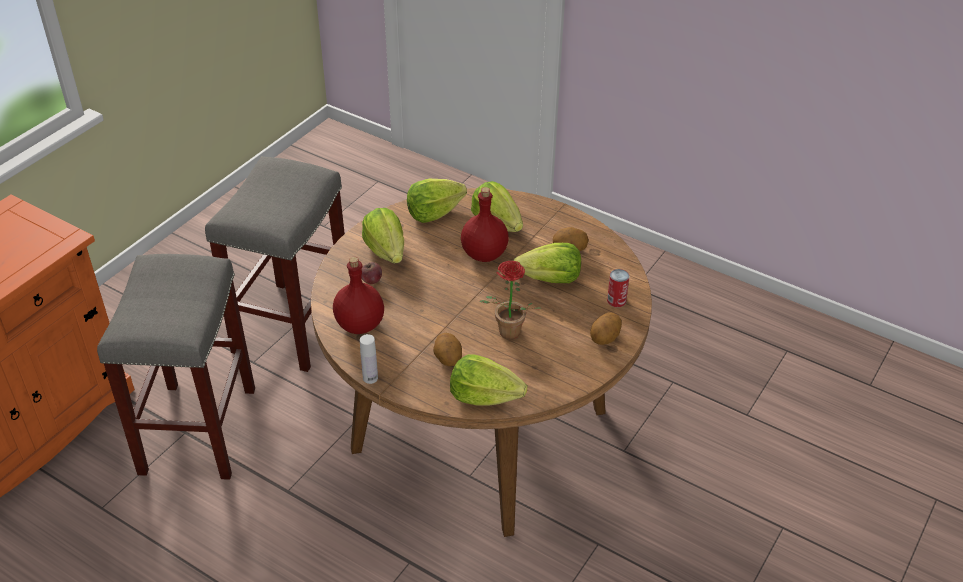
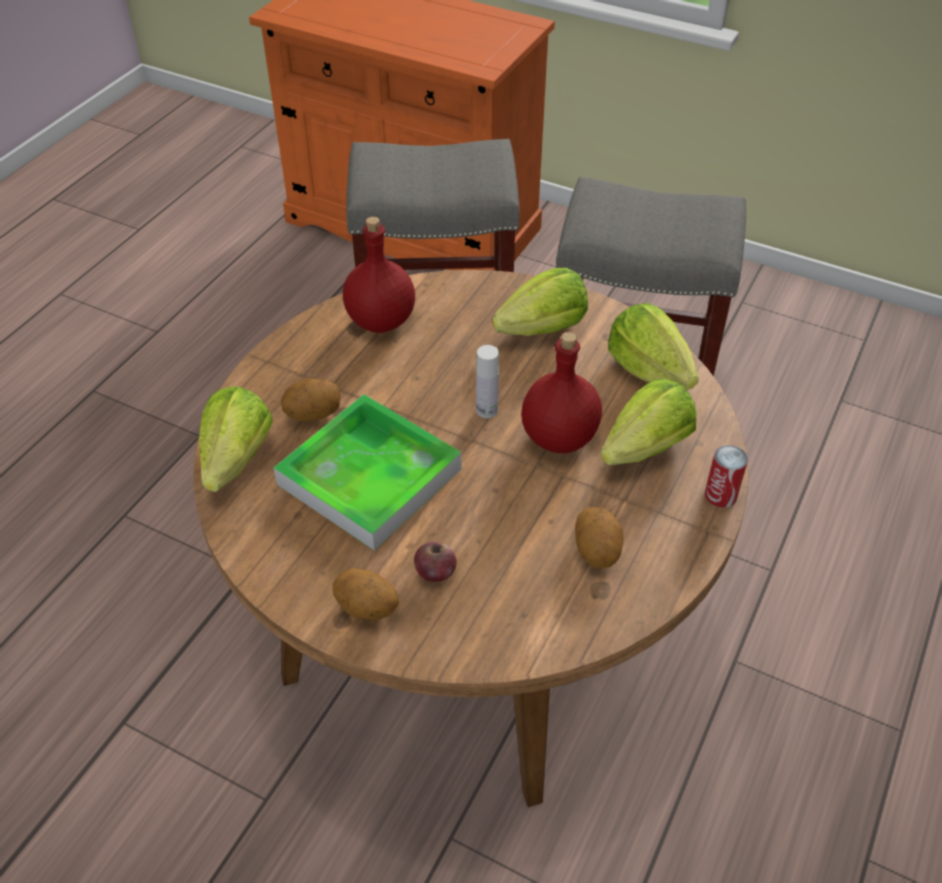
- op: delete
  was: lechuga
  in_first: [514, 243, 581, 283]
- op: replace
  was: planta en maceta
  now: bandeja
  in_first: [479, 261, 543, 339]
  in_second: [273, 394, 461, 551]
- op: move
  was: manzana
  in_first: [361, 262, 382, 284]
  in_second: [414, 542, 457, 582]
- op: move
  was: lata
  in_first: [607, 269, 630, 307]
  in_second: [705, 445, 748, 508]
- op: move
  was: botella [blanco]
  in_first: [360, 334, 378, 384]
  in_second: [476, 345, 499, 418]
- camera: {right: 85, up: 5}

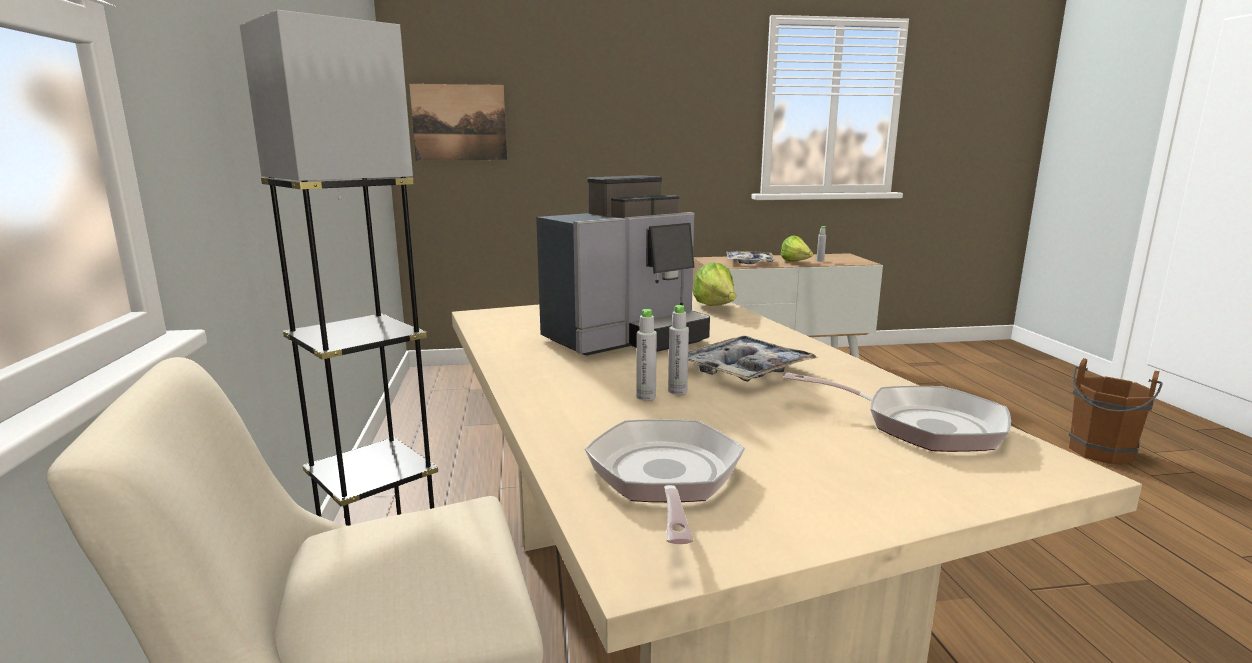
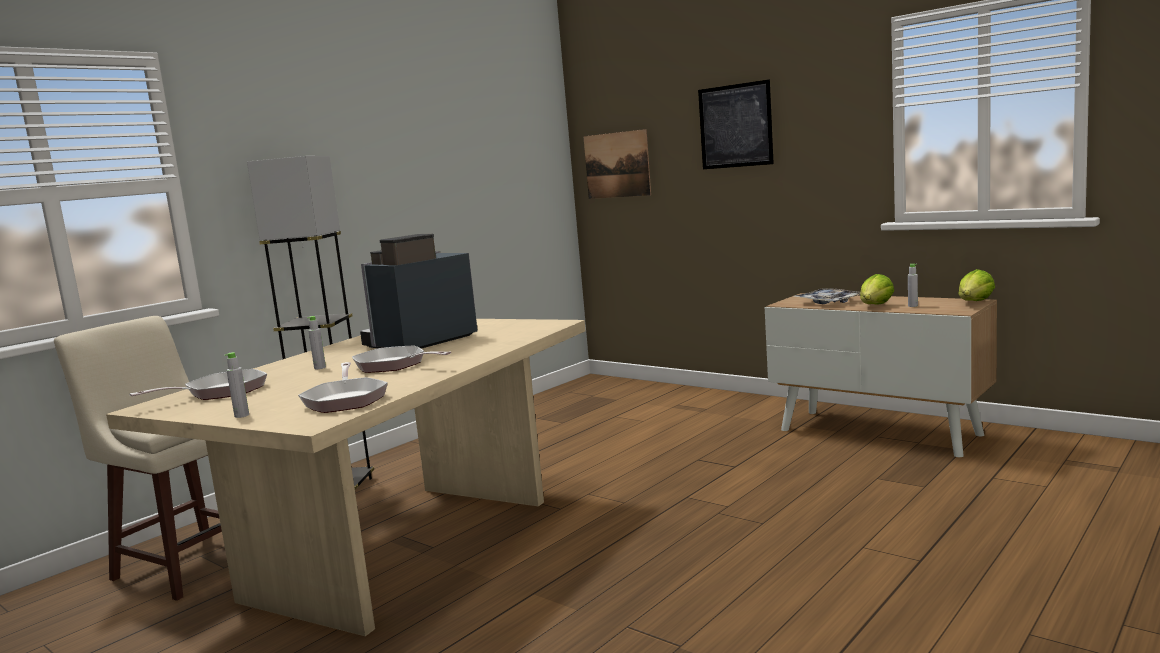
- op: rotate
  was: cafetera
  in_first: [536, 176, 710, 356]
  in_second: [360, 234, 478, 349]
  clockwise: 120
- op: move
  was: lechuga
  in_first: [693, 262, 736, 306]
  in_second: [959, 269, 995, 301]
- op: move
  was: botella [gris]
  in_first: [668, 305, 689, 395]
  in_second: [225, 352, 249, 418]
- op: replace
  was: bandeja
  now: sartén
  in_first: [688, 336, 819, 382]
  in_second: [352, 345, 451, 373]
- op: delete
  was: cubo [marrón]
  in_first: [1068, 358, 1163, 464]
- op: insert
  now: cuadro
  in_second: [698, 80, 774, 169]
- camera: {right: 50, up: -5}

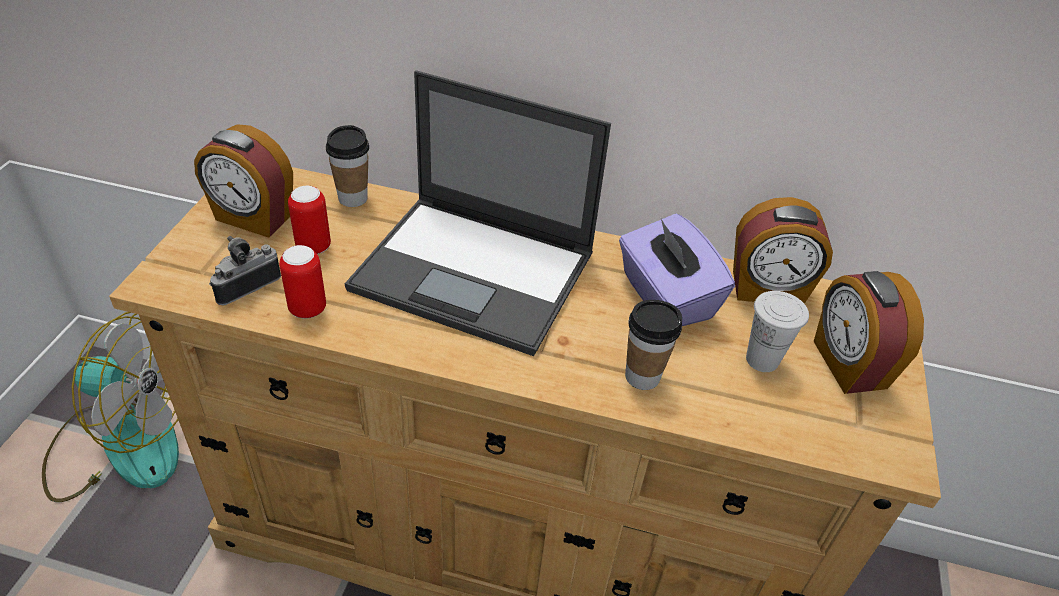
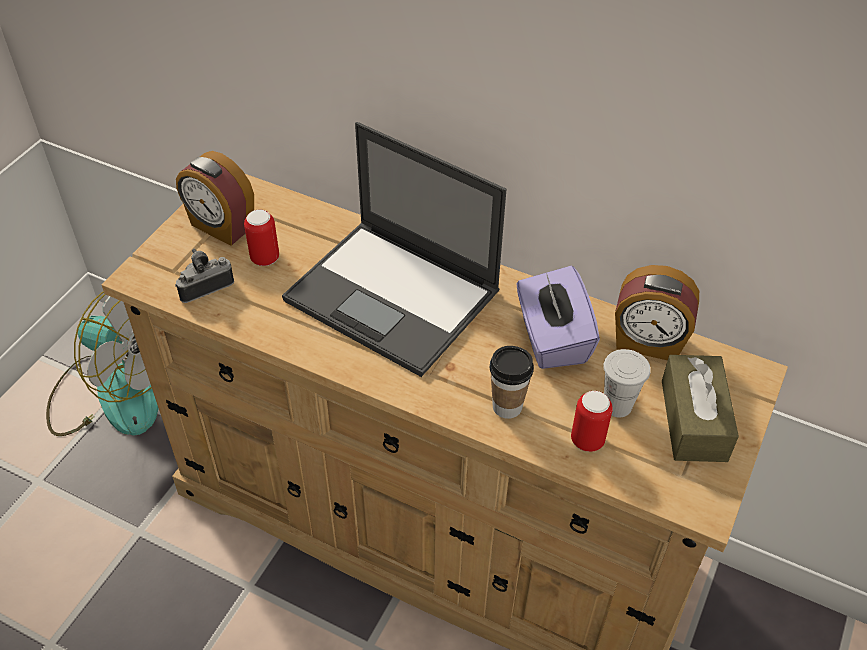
- op: delete
  was: taza
  in_first: [326, 125, 369, 207]
- op: move
  was: lata
  in_first: [279, 245, 326, 319]
  in_second: [571, 391, 613, 452]
- op: replace
  was: despertador
  now: caja de pañuelos [marrón]
  in_first: [814, 271, 924, 394]
  in_second: [662, 355, 739, 462]
- camera: {right: 15, up: 5}

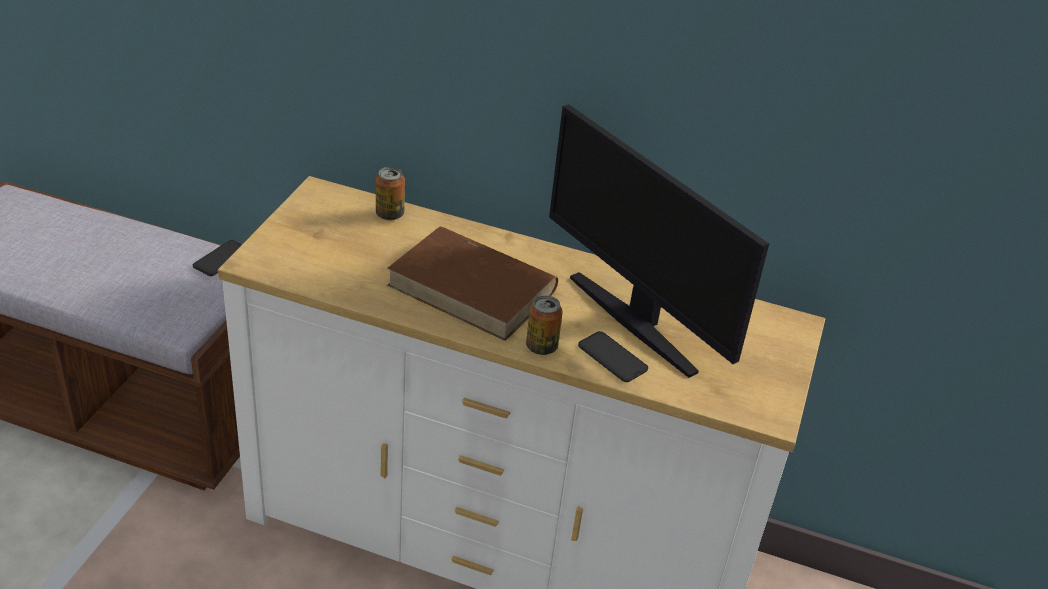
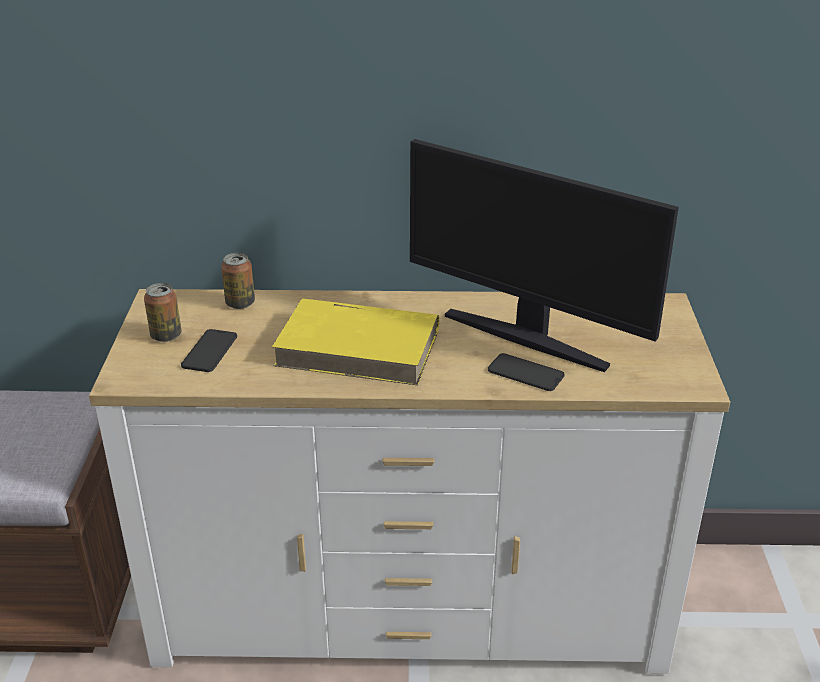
- op: recolor
  was: libro [marrón]
  now: libro [amarillo]
  in_first: [387, 226, 558, 341]
  in_second: [272, 298, 439, 385]
- op: move
  was: móvil
  in_first: [193, 240, 242, 276]
  in_second: [181, 329, 237, 372]
- op: move
  was: lata
  in_first: [526, 296, 563, 355]
  in_second: [144, 283, 181, 342]
- camera: {right: -15, up: -5}

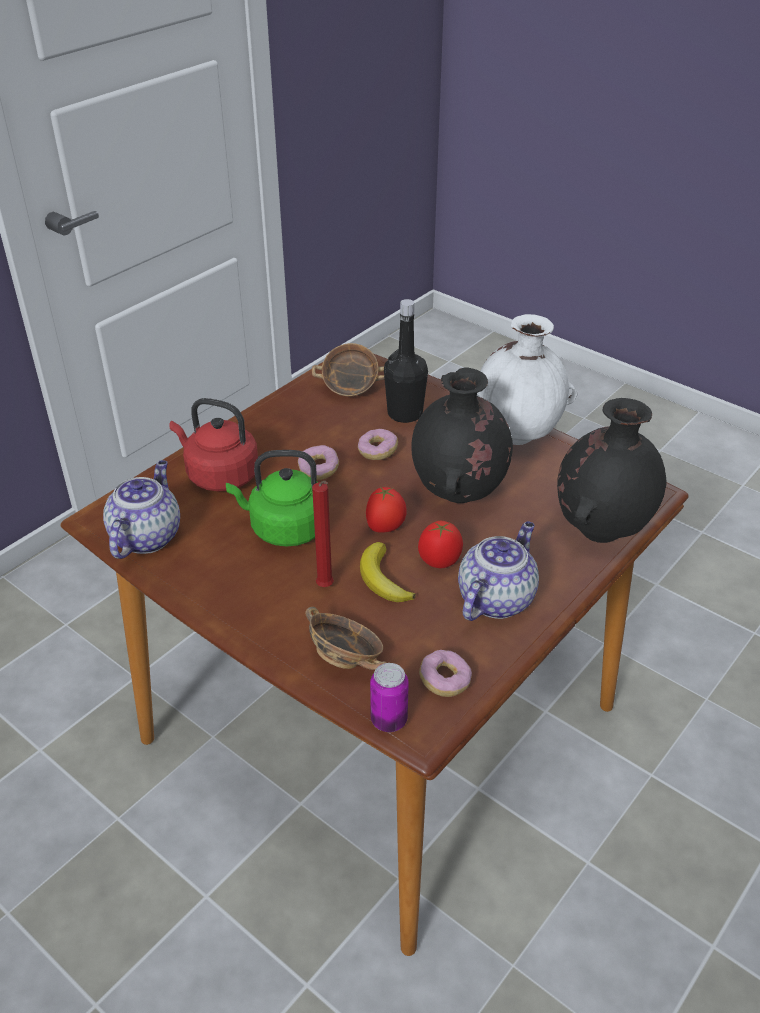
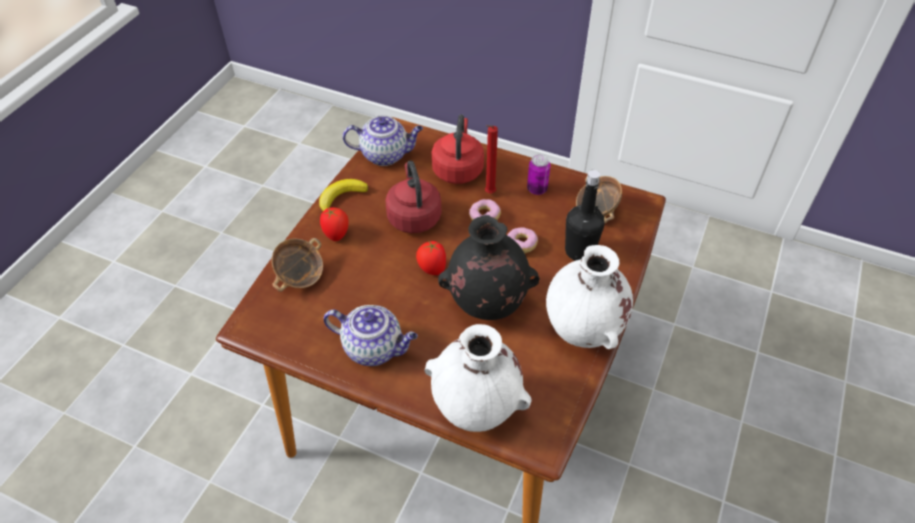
- op: recolor
  was: florero [negro]
  now: florero [blanco]
  in_first: [557, 398, 667, 543]
  in_second: [425, 324, 531, 432]
- op: recolor
  was: hervidor [verde]
  now: hervidor [rojo]
  in_first: [226, 450, 318, 547]
  in_second: [386, 160, 441, 233]
- op: move
  was: vela [rojo]
  in_first: [312, 481, 334, 587]
  in_second: [485, 125, 498, 193]
- op: move
  was: tomate
  in_first: [418, 521, 463, 568]
  in_second: [320, 208, 349, 241]
- op: move
  was: plátano
  in_first: [360, 542, 416, 602]
  in_second: [319, 179, 368, 211]
- op: delete
  was: rosquilla
  in_first: [419, 650, 472, 697]
- op: move
  was: lata
  in_first: [370, 663, 409, 732]
  in_second: [527, 154, 551, 195]
- camera: {right: 75, up: 10}

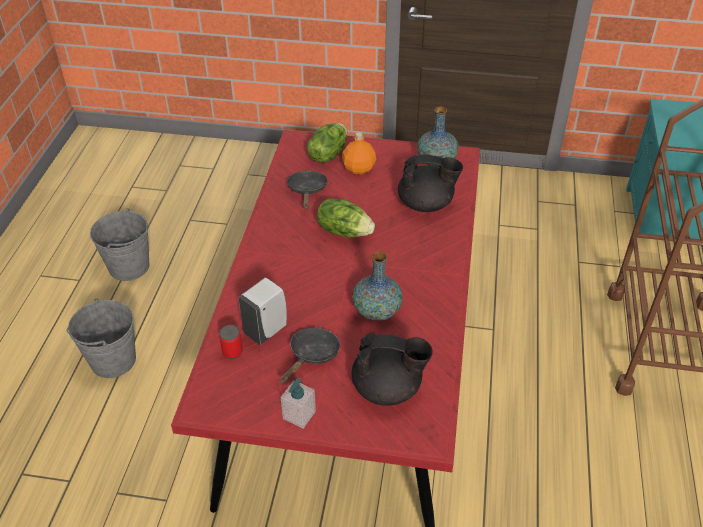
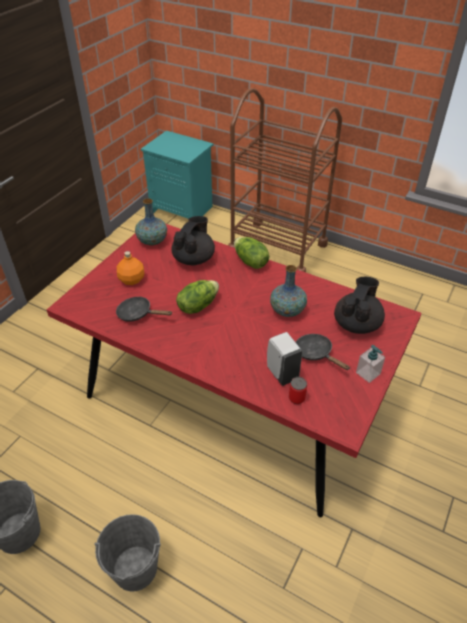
- op: move
  was: lechuga
  in_first: [307, 123, 347, 163]
  in_second: [234, 237, 269, 269]
- camera: {right: -70, up: 0}

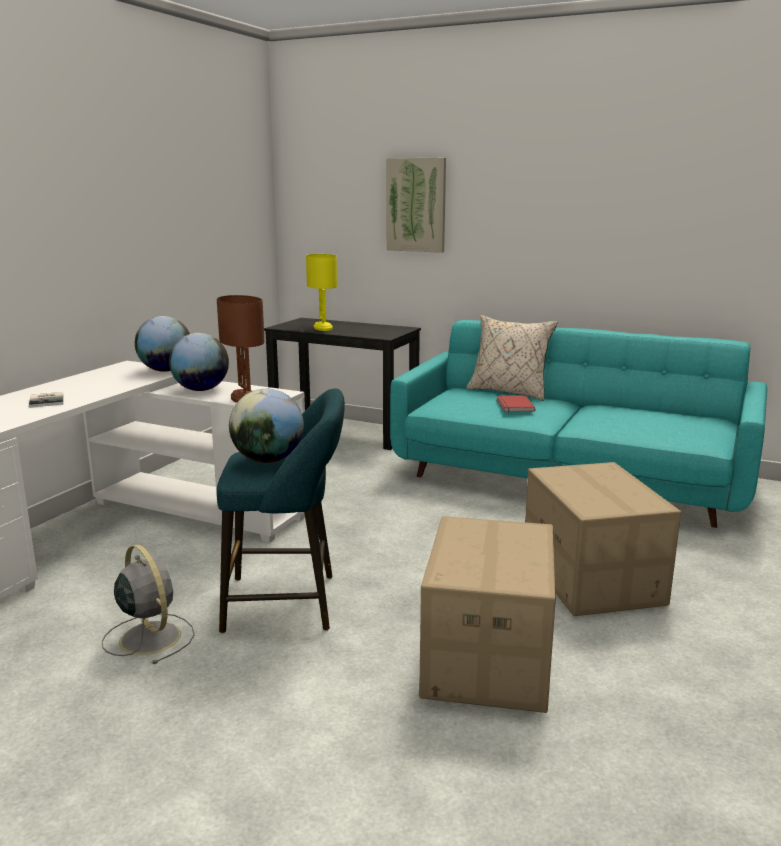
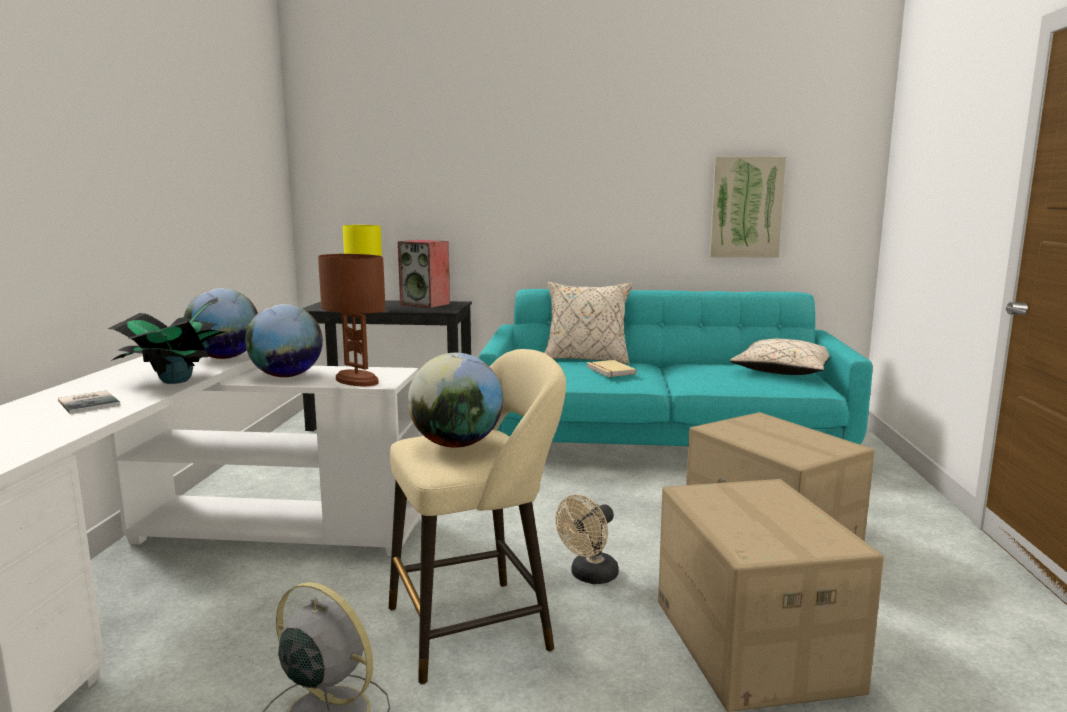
- op: move
  was: cuadro
  in_first: [386, 158, 446, 253]
  in_second: [710, 156, 786, 258]
- op: recolor
  was: taburete [turquesa]
  now: taburete [beis]
  in_first: [217, 388, 345, 634]
  in_second: [389, 349, 566, 685]
- op: recolor
  was: libro [rojo]
  now: libro [beis]
  in_first: [497, 396, 536, 412]
  in_second: [586, 360, 637, 377]
- op: insert
  now: altavoz
  in_second: [398, 240, 450, 308]
- op: insert
  now: planta en maceta
  in_second: [108, 297, 231, 384]
- op: insert
  now: cojín [beis]
  in_second: [730, 339, 829, 375]
- op: insert
  now: ventilador [beis]
  in_second: [556, 495, 619, 584]
- camera: {right: -20, up: -5}

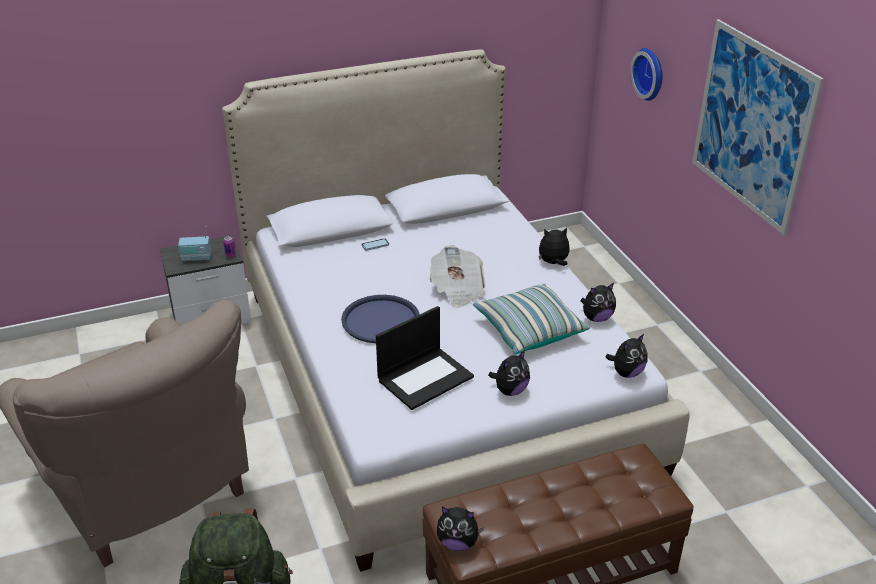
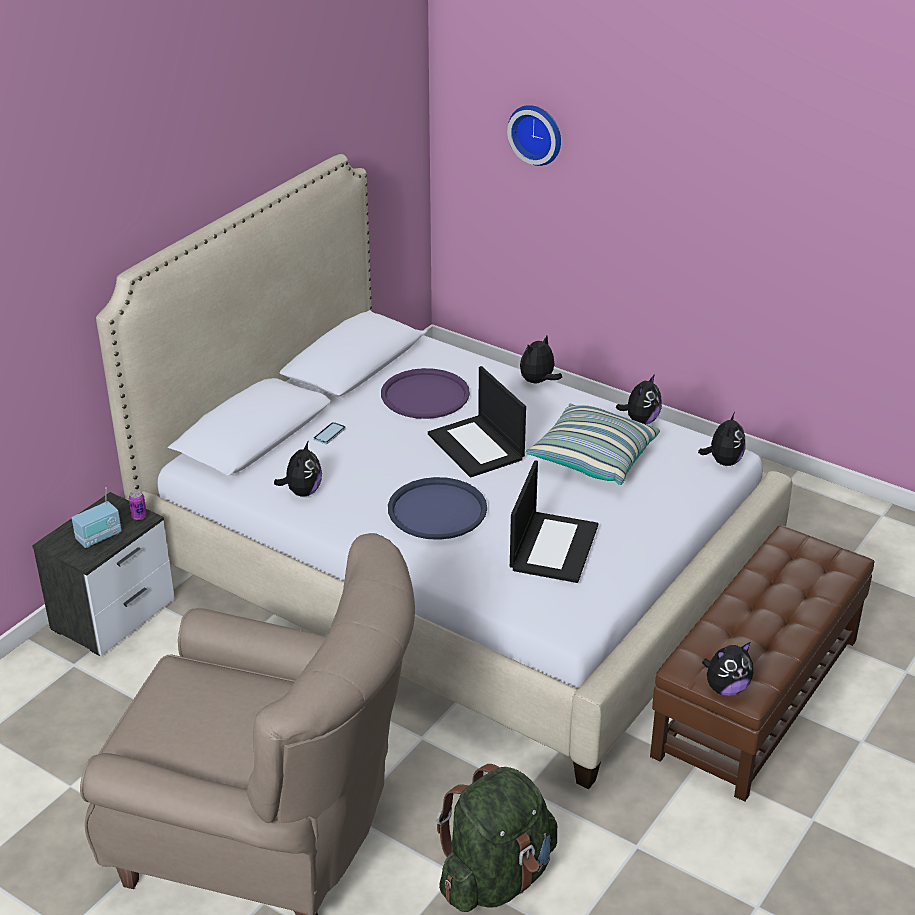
- op: delete
  was: cuadro
  in_first: [692, 19, 824, 235]
- op: replace
  was: periódico
  now: portátil
  in_first: [429, 245, 486, 308]
  in_second: [428, 366, 526, 478]
- op: move
  was: peluche
  in_first: [488, 350, 530, 396]
  in_second: [274, 441, 322, 496]
- op: insert
  now: bandeja [morado]
  in_second: [381, 368, 470, 419]
- camera: {right: -35, up: 0}

